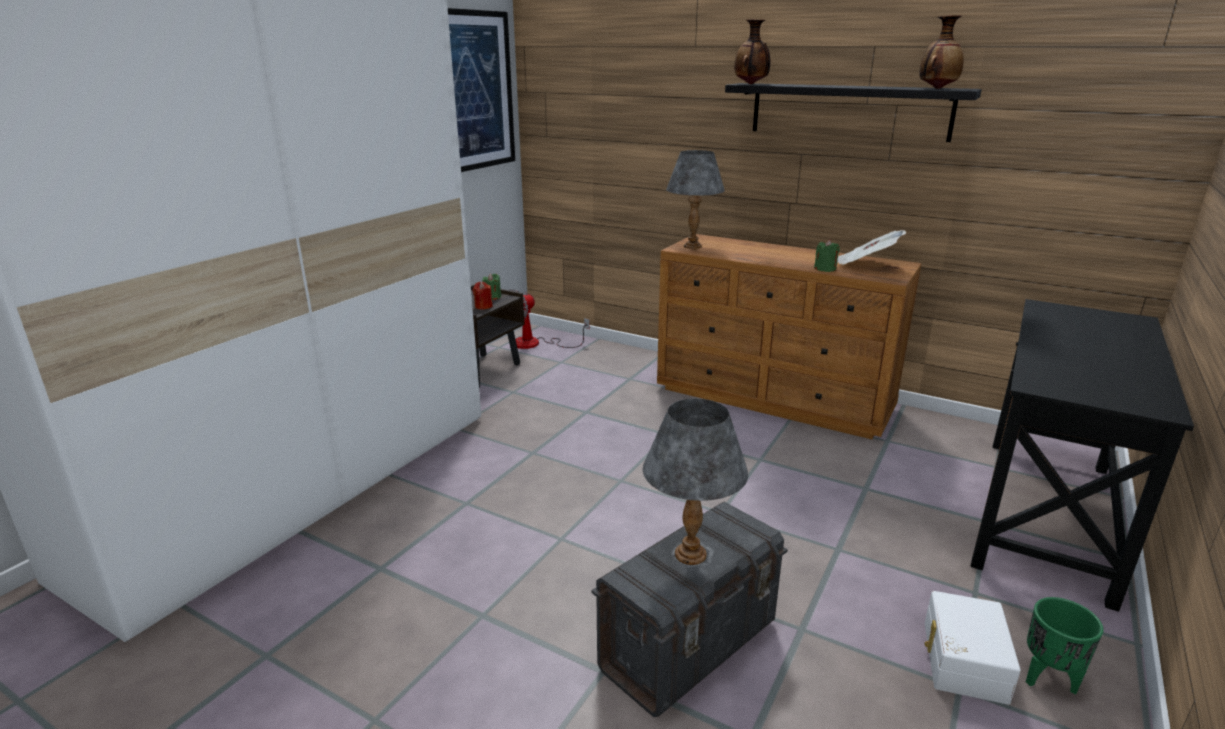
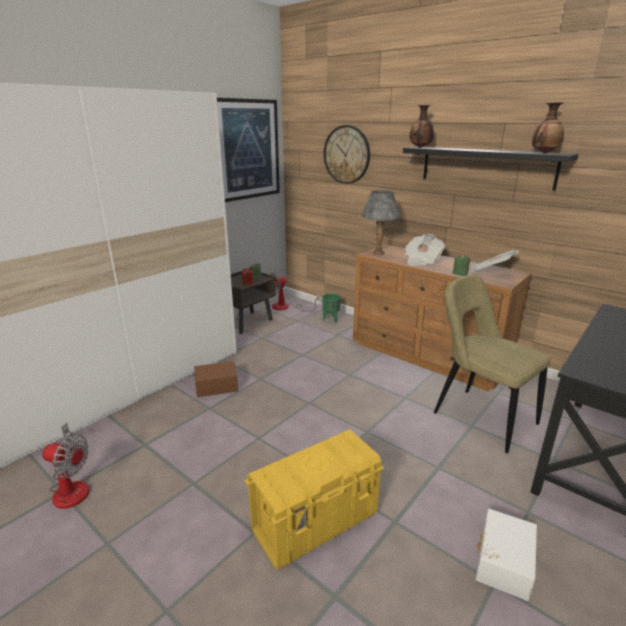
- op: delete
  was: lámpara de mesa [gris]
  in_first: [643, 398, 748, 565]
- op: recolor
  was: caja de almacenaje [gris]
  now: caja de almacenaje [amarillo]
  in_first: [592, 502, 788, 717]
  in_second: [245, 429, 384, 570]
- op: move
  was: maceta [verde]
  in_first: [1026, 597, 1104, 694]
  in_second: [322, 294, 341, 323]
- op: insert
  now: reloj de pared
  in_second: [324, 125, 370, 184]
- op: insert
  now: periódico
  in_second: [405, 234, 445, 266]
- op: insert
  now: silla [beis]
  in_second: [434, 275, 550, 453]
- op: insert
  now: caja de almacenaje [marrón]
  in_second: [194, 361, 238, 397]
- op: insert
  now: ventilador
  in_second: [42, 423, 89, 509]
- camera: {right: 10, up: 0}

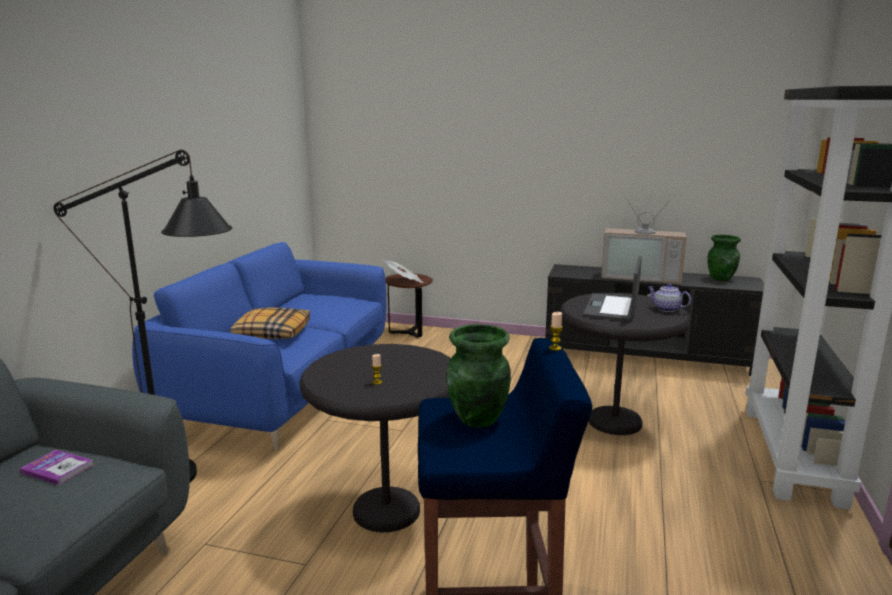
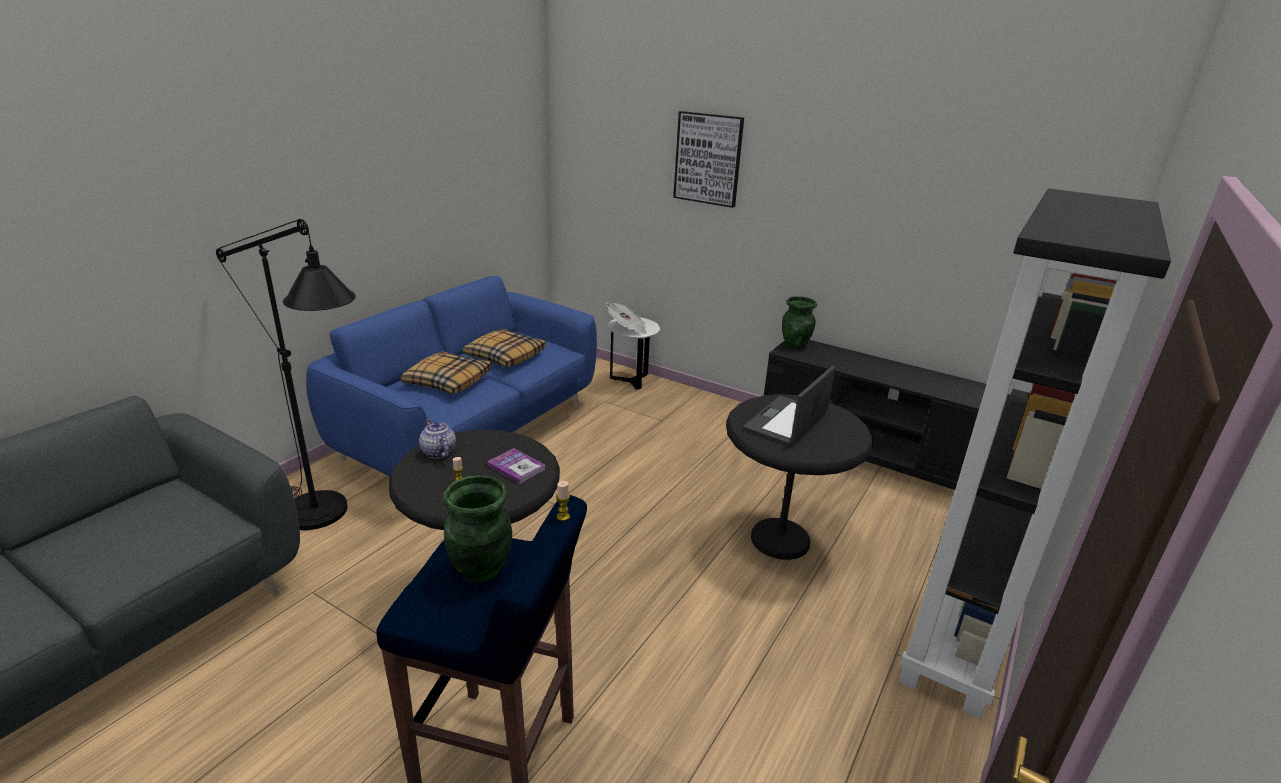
- op: delete
  was: televisor
  in_first: [601, 192, 687, 284]
- op: move
  was: florero [verde]
  in_first: [707, 235, 741, 281]
  in_second: [782, 296, 817, 348]
- op: recolor
  was: mesa auxiliar [marrón]
  now: mesa auxiliar [blanco]
  in_first: [385, 274, 433, 338]
  in_second: [608, 317, 660, 389]
- op: move
  was: tetera
  in_first: [648, 283, 691, 312]
  in_second: [419, 418, 456, 459]
- op: move
  was: libro
  in_first: [19, 450, 93, 485]
  in_second: [487, 448, 545, 484]
- op: insert
  now: cuadro
  in_second: [673, 111, 744, 208]
- op: insert
  now: cojín
  in_second: [463, 329, 546, 367]
- camera: {right: 15, up: 10}

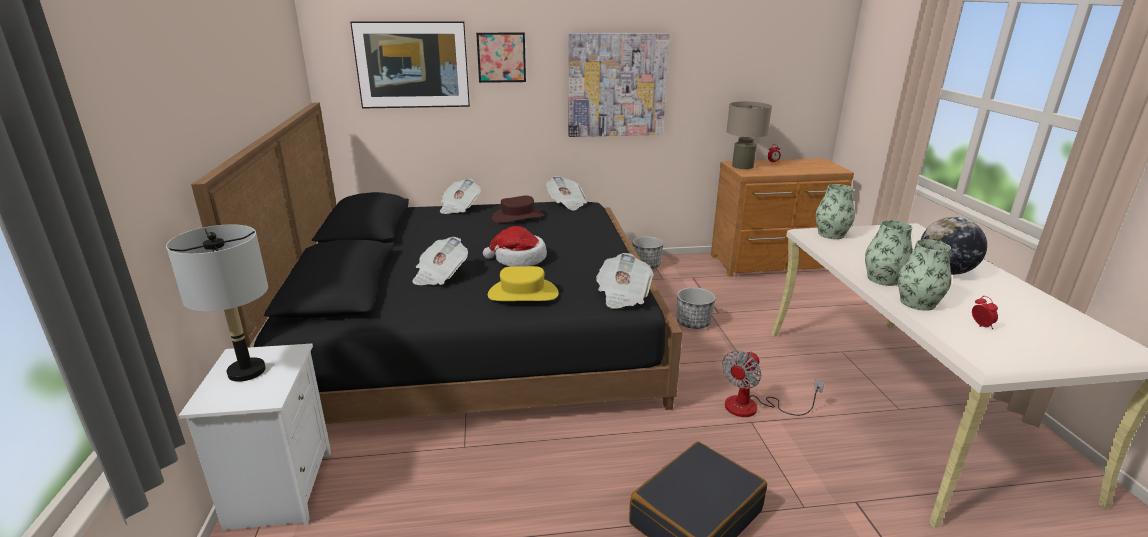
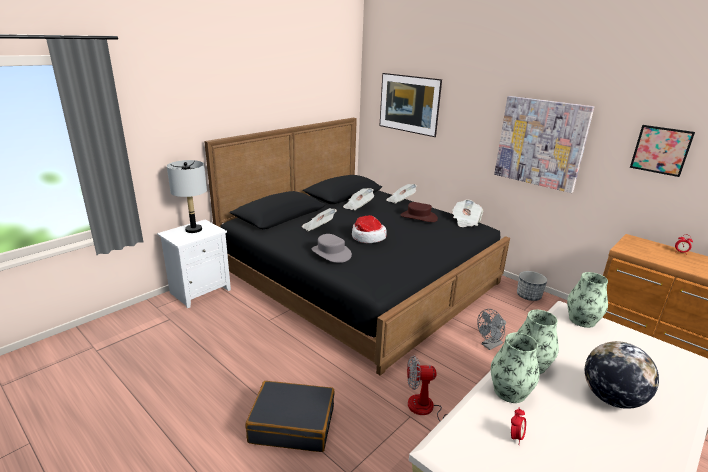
- op: move
  was: cuadro
  in_first: [476, 33, 526, 83]
  in_second: [630, 125, 695, 177]
- op: delete
  was: lámpara de mesa [beis]
  in_first: [726, 102, 772, 169]
- op: move
  was: periódico
  in_first: [596, 253, 654, 309]
  in_second: [343, 188, 374, 210]
- op: recolor
  was: sombrero [amarillo]
  now: sombrero [gris]
  in_first: [488, 266, 559, 301]
  in_second: [312, 234, 352, 263]
- op: replace
  was: maceta
  now: ventilador [gris]
  in_first: [677, 287, 715, 329]
  in_second: [477, 309, 506, 350]
- camera: {right: 50, up: 0}

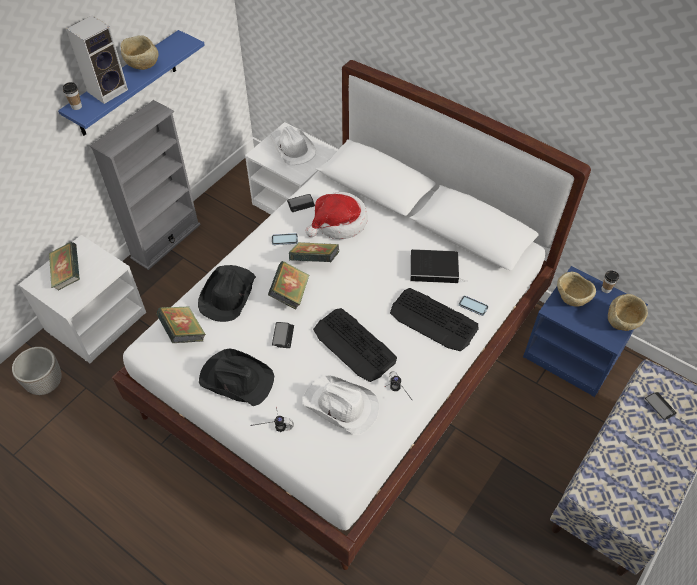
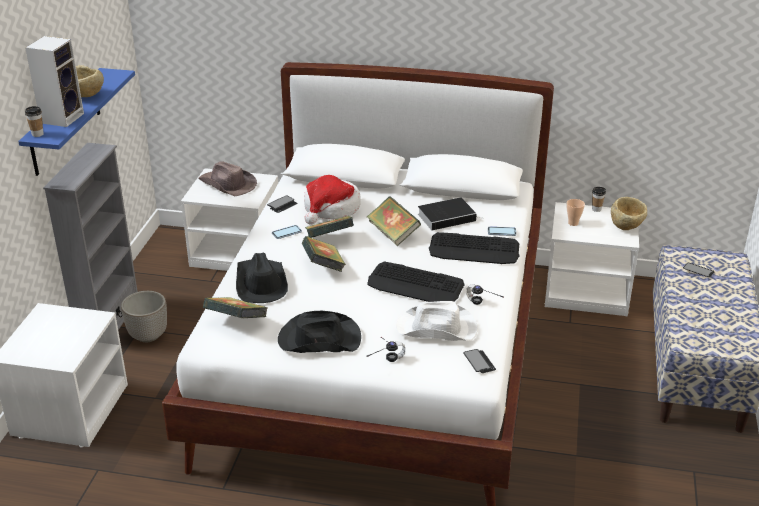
- op: recolor
  was: sombrero [blanco]
  now: sombrero [marrón]
  in_first: [269, 126, 316, 165]
  in_second: [198, 161, 257, 196]
- op: move
  was: libro
  in_first: [49, 242, 80, 291]
  in_second: [367, 196, 421, 246]
- op: recolor
  was: mesita de noche [azul]
  now: mesita de noche [blanco]
  in_first: [523, 266, 648, 397]
  in_second: [545, 202, 639, 316]
- op: replace
  was: cuenco [beis]
  now: taza
  in_first: [557, 272, 596, 306]
  in_second: [566, 199, 585, 226]
- op: move
  was: móvil
  in_first: [272, 322, 294, 348]
  in_second: [463, 349, 496, 373]
- op: move
  was: maceta
  in_first: [12, 347, 62, 395]
  in_second: [121, 291, 167, 342]
- camera: {right: -25, up: -20}

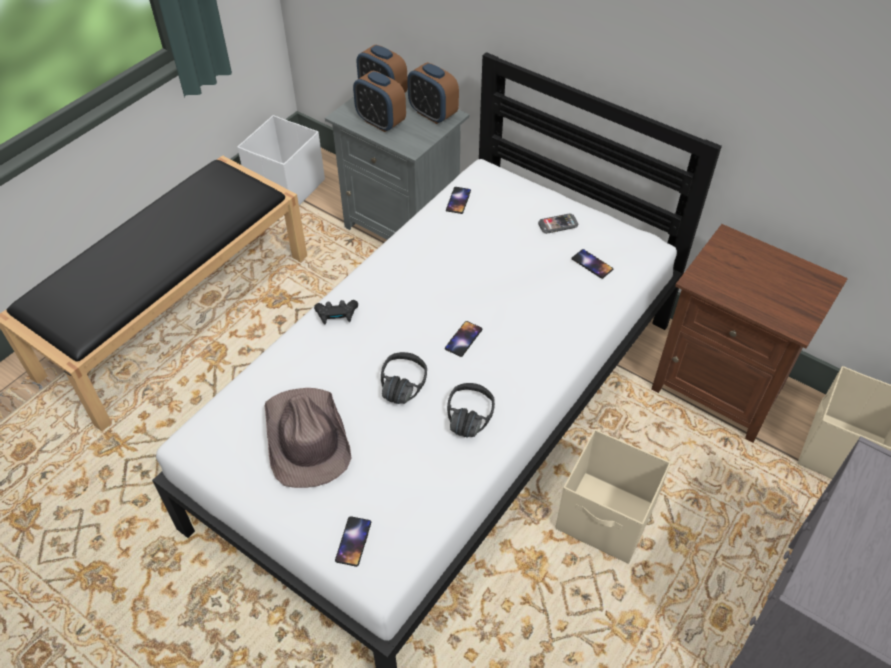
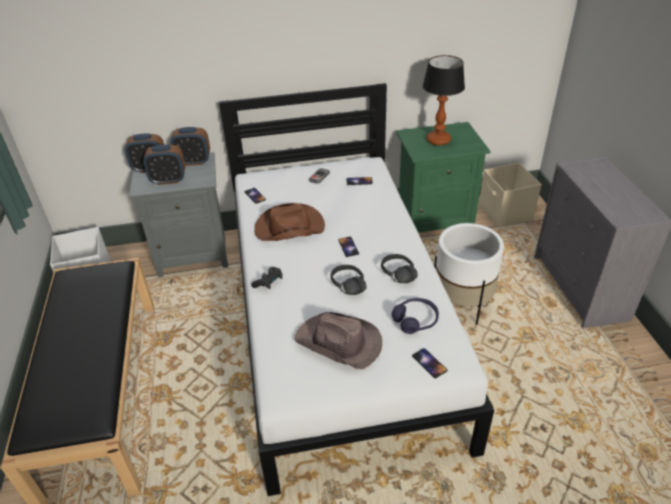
- op: recolor
  was: mesita de noche [marrón]
  now: mesita de noche [verde]
  in_first: [652, 224, 848, 443]
  in_second: [396, 122, 491, 233]
- op: replace
  was: caja de almacenaje [beis]
  now: maceta [blanco]
  in_first: [555, 429, 671, 564]
  in_second: [434, 223, 504, 325]
- op: insert
  now: lámpara de mesa
  in_second: [423, 55, 465, 146]
- op: insert
  now: sombrero [marrón]
  in_second: [254, 203, 325, 241]
- op: insert
  now: auriculares [morado]
  in_second: [392, 298, 439, 334]
- camera: {right: -45, up: -10}

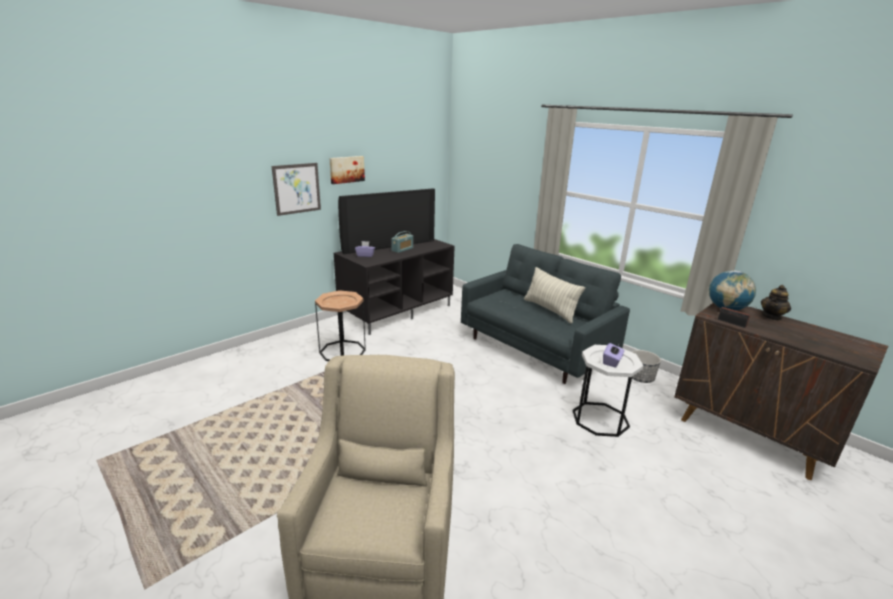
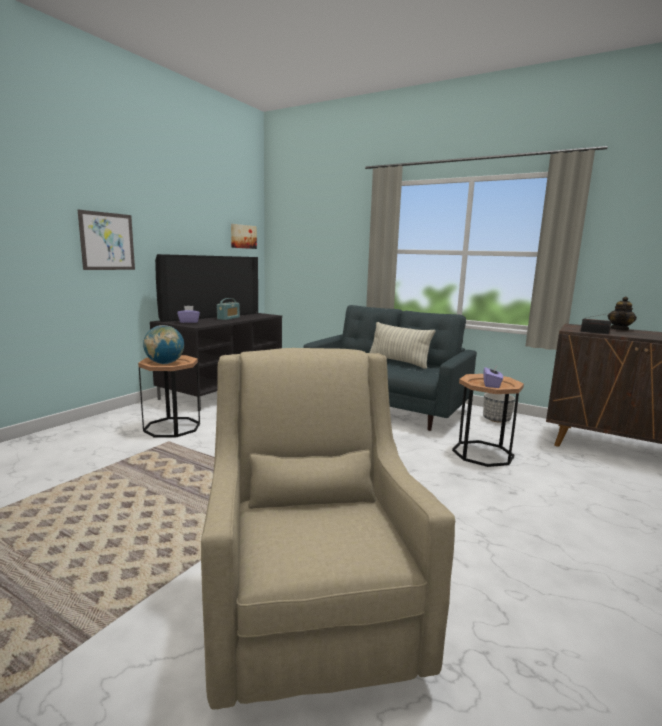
- op: move
  was: cuadro
  in_first: [329, 156, 365, 184]
  in_second: [231, 224, 257, 249]
- op: move
  was: globo terráqueo
  in_first: [709, 270, 756, 311]
  in_second: [143, 325, 184, 364]
- op: recolor
  was: mesa auxiliar [blanco]
  now: mesa auxiliar [marrón]
  in_first: [573, 345, 644, 437]
  in_second: [452, 374, 524, 467]
- camera: {right: -15, up: -10}

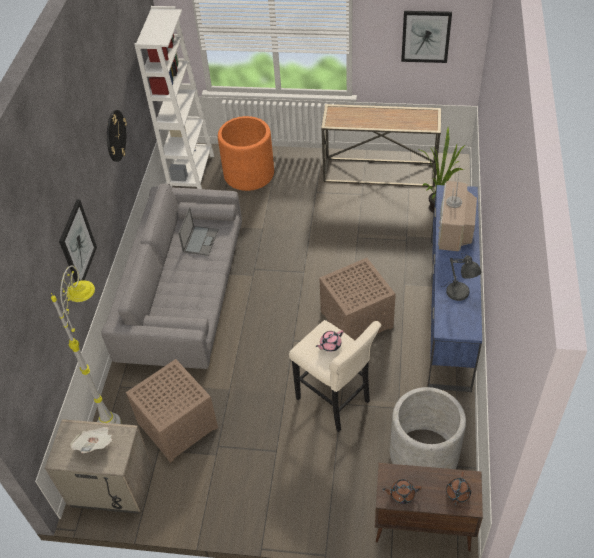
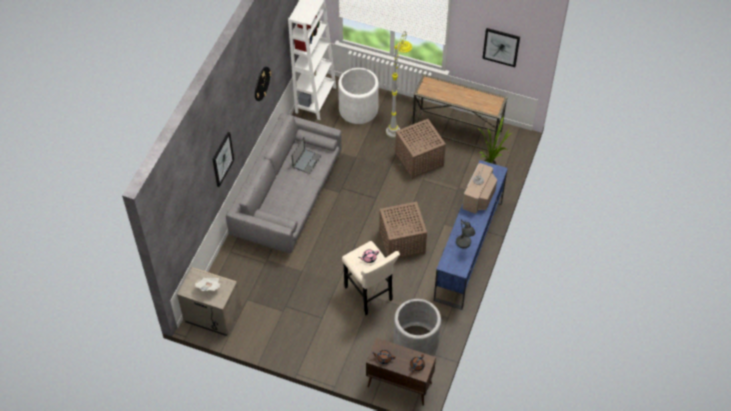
- op: recolor
  was: maceta [naranja]
  now: maceta [blanco]
  in_first: [218, 116, 274, 191]
  in_second: [338, 68, 379, 124]
- op: move
  was: lámpara de pie [gris]
  in_first: [51, 265, 121, 424]
  in_second: [386, 31, 412, 138]
- op: move
  was: mesa auxiliar [marrón]
  in_first: [126, 359, 218, 463]
  in_second: [395, 119, 446, 179]
- camera: {right: 10, up: 5}

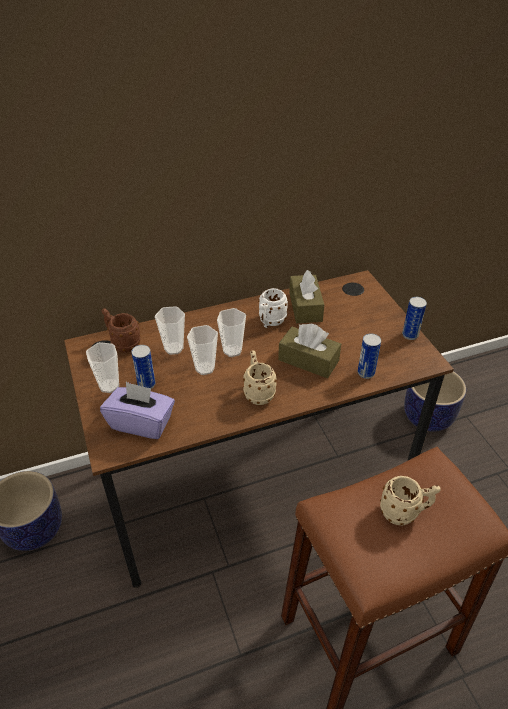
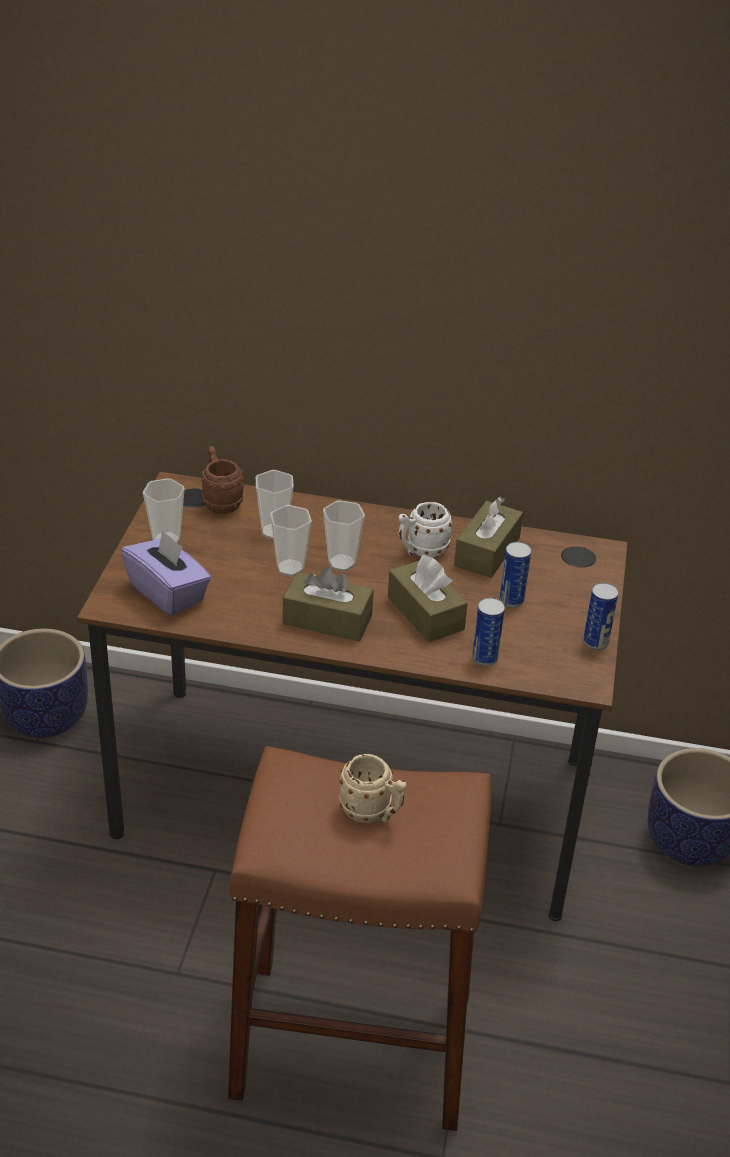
- op: move
  was: lata
  in_first: [131, 345, 155, 389]
  in_second: [500, 542, 531, 608]
- op: replace
  was: taza grande [beis]
  now: caja de pañuelos [marrón]
  in_first: [243, 350, 277, 405]
  in_second: [283, 567, 374, 641]
- camera: {right: 30, up: -5}

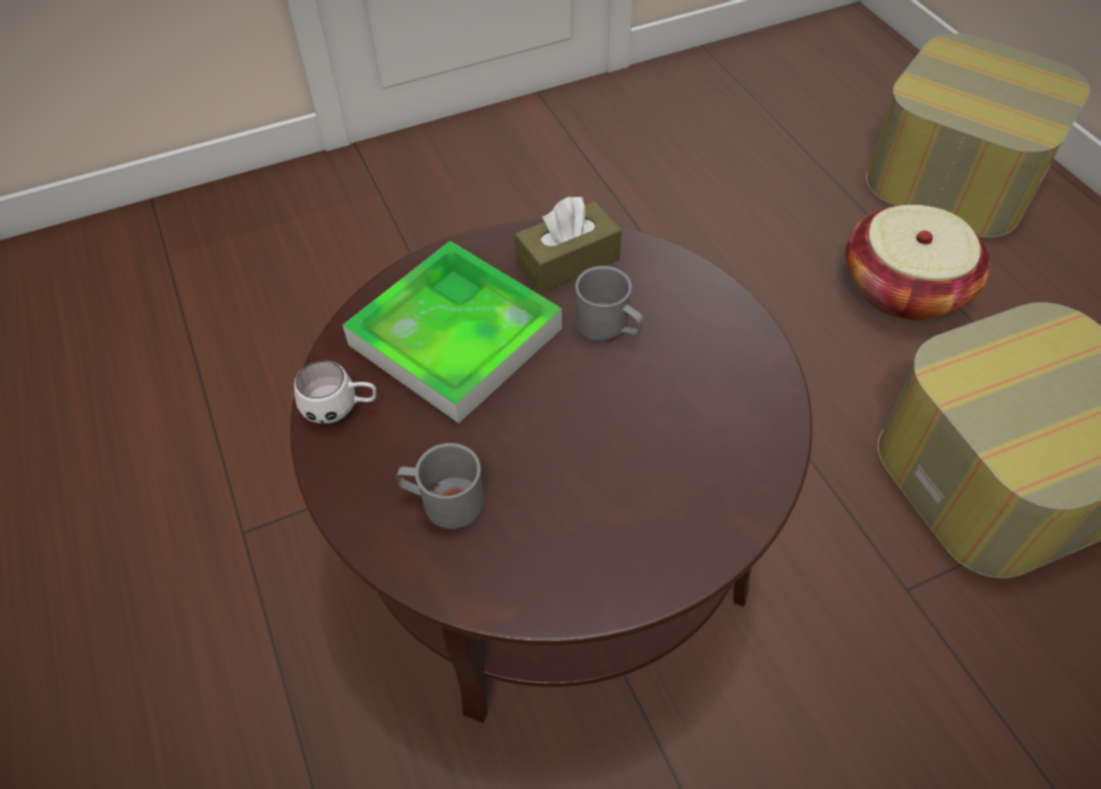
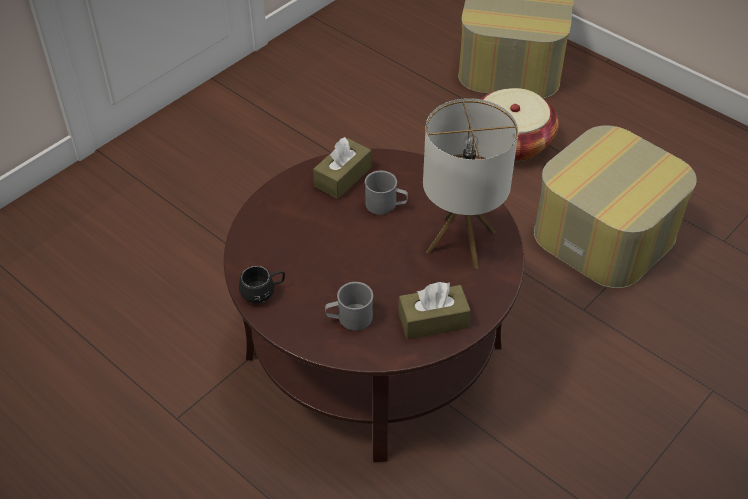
- op: delete
  was: bandeja
  in_first: [343, 241, 562, 423]
- op: recolor
  was: taza grande [blanco]
  now: taza grande [negro]
  in_first: [294, 361, 376, 424]
  in_second: [239, 266, 285, 304]
- op: insert
  now: lámpara de mesa
  in_second: [423, 98, 518, 269]
- op: insert
  now: caja de pañuelos [marrón]
  in_second: [398, 282, 471, 339]
- camera: {right: -25, up: -5}

